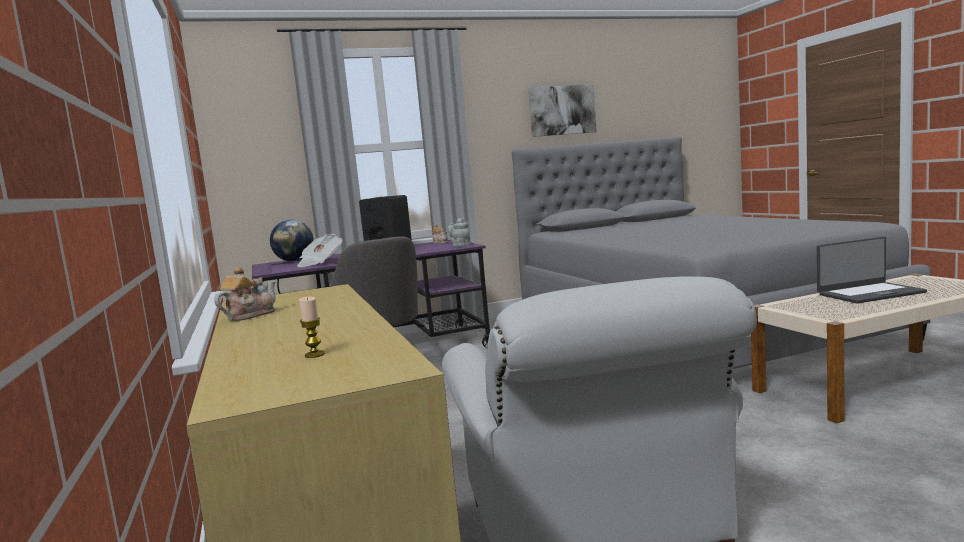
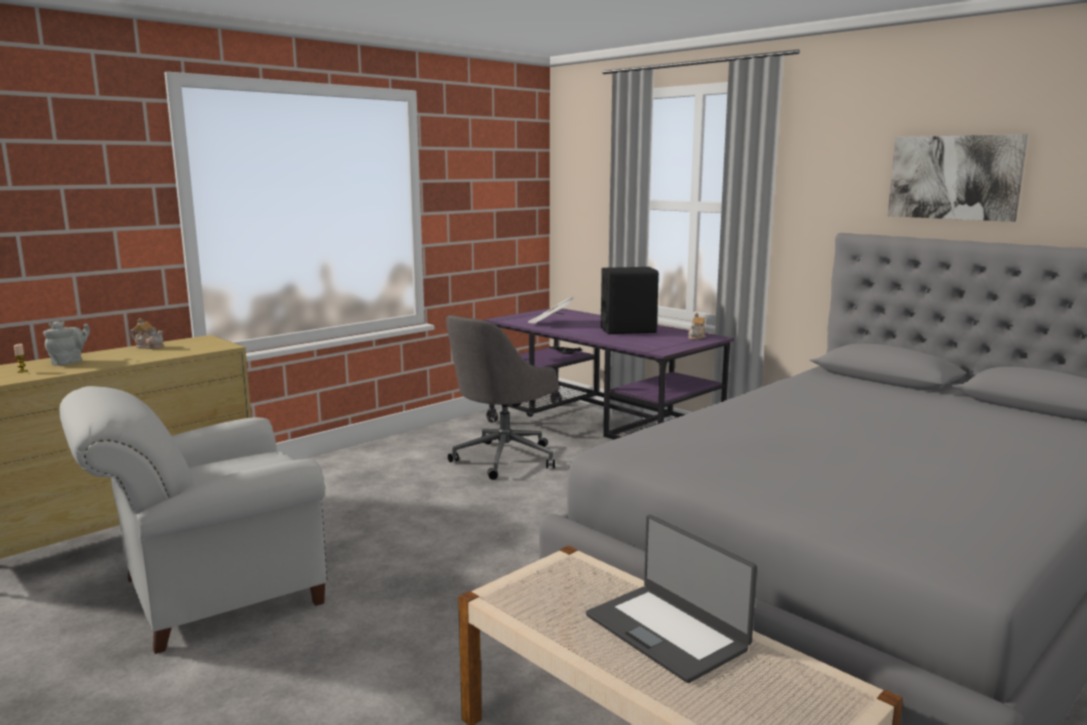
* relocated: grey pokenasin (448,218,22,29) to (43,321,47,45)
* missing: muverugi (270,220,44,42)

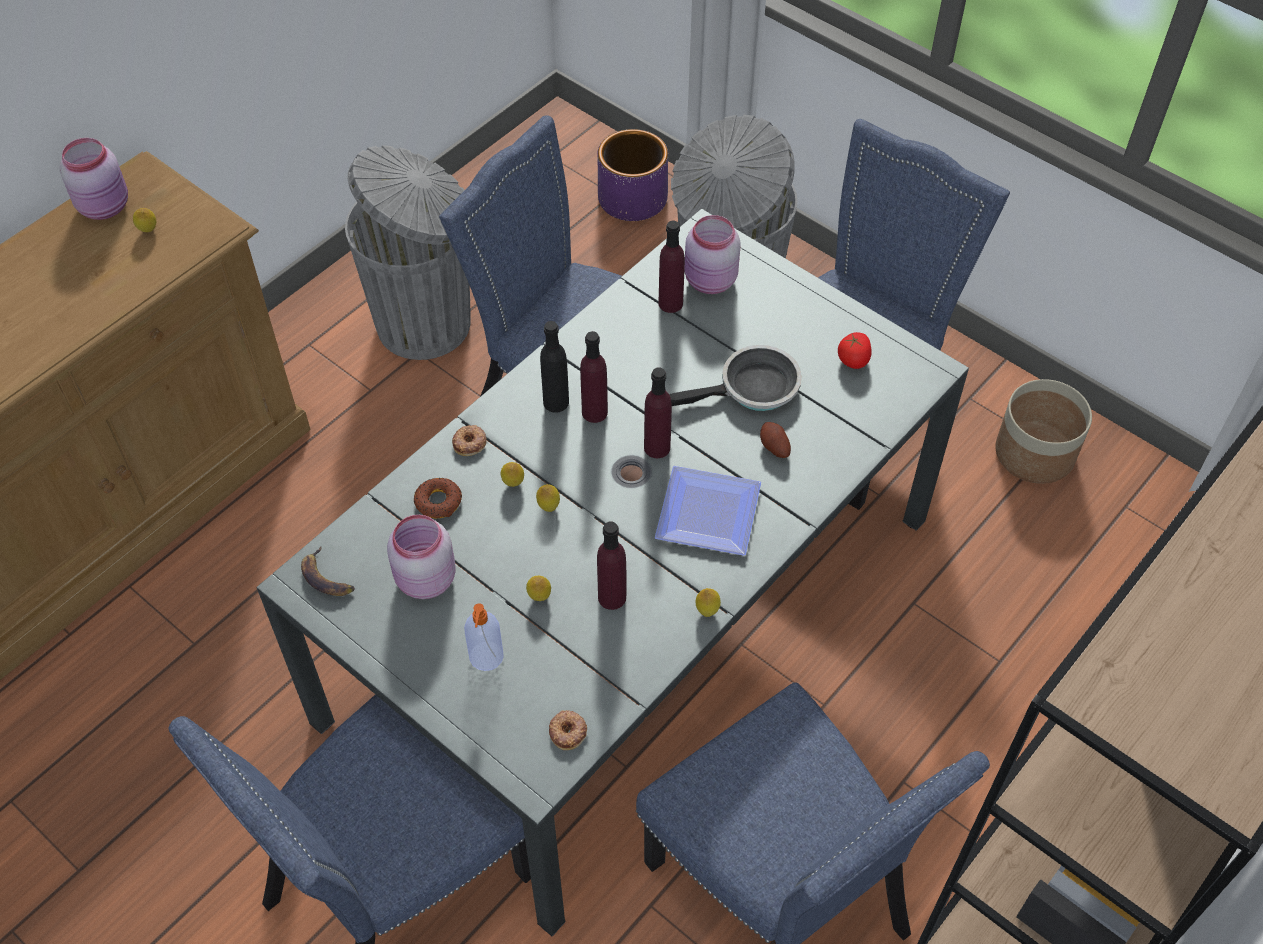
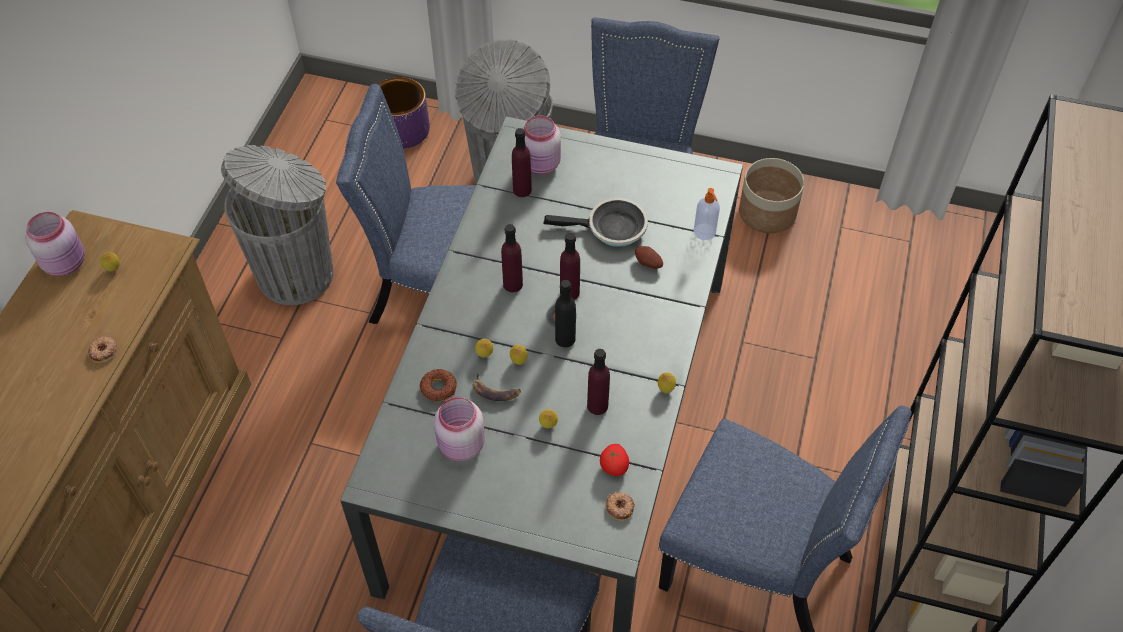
* relocated: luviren (452,425,35,31) to (88,336,30,27)
* relocated: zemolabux (301,547,54,49) to (473,372,48,29)
* spun: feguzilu (669,345,133,66) = (543,198,105,49) 45 degrees clockwise
* relocated: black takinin (540,321,29,92) to (555,280,21,67)
* relocated: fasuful (838,332,34,37) to (600,444,29,32)
* relocated: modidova (464,603,40,68) to (694,188,26,52)
* missing: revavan (655,466,106,90)

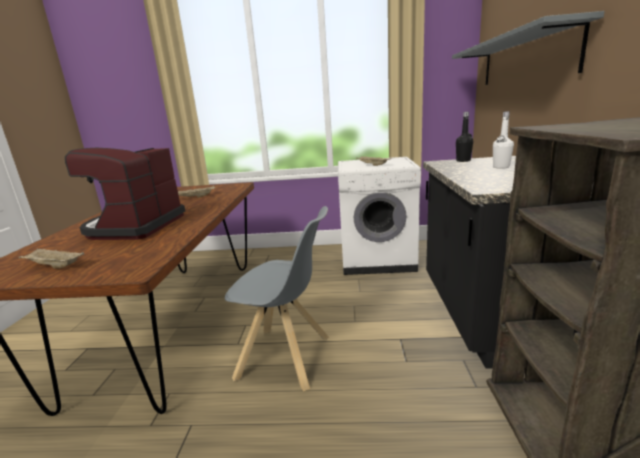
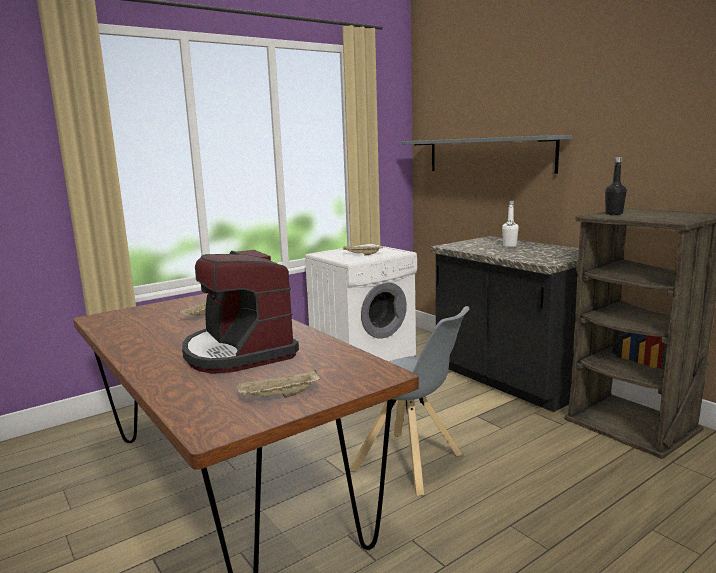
* spun: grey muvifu (225,206,104,186) = (350,306,119,190) 60 degrees clockwise
* relocated: black takinin (456,112,17,50) to (605,157,22,58)

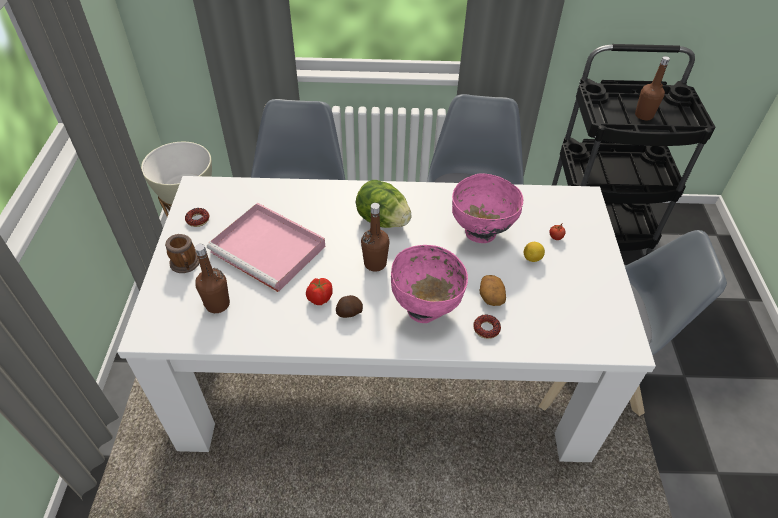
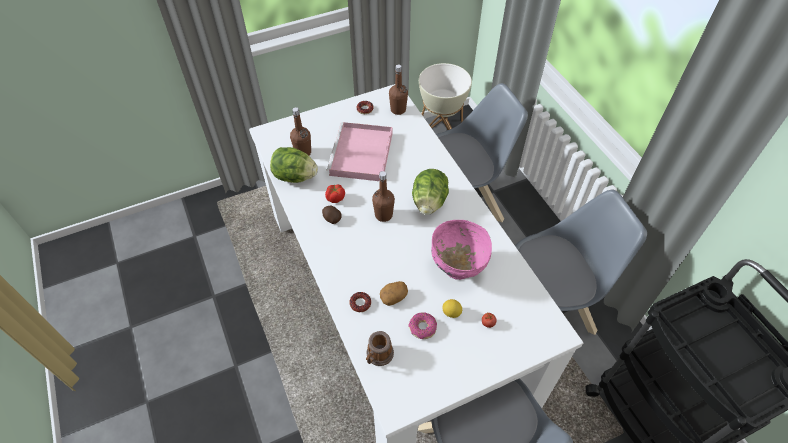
* appeared: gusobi (270,147,48,36)
* relocated: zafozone (165,234,35,39) to (366,331,28,35)
* relocated: brown takinin (635,56,35,64) to (389,64,19,51)
* appeared: luviren (408,312,29,27)
* missing: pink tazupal (391,245,77,78)

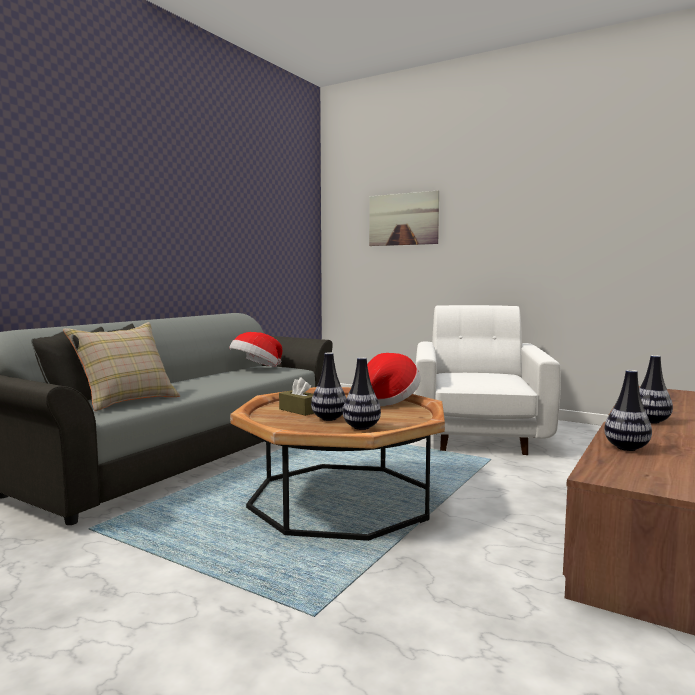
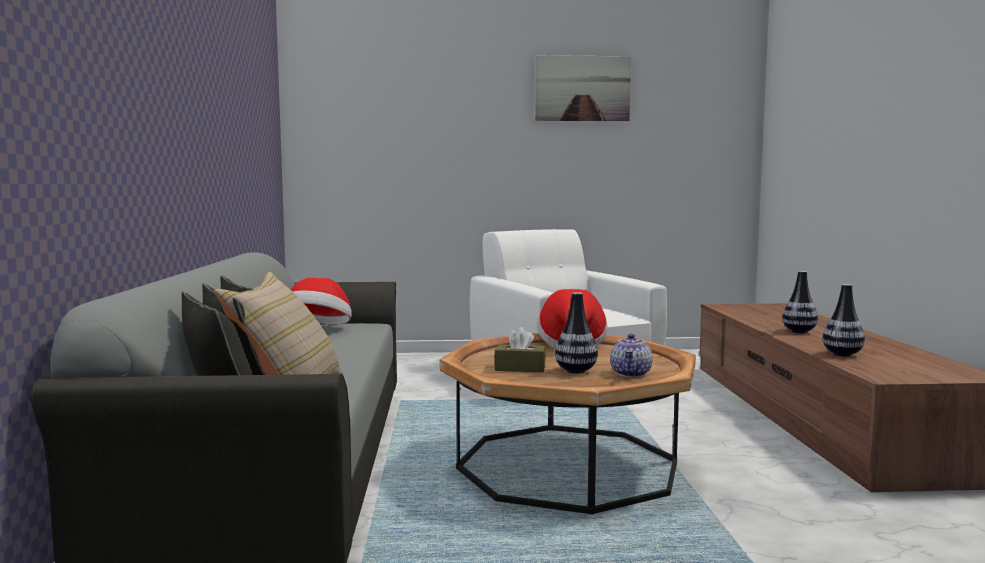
* relocated: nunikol (369,190,70,56) to (535,55,96,66)
* exchanged: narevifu (343,357,38,73) to pokenasin (610,334,43,43)

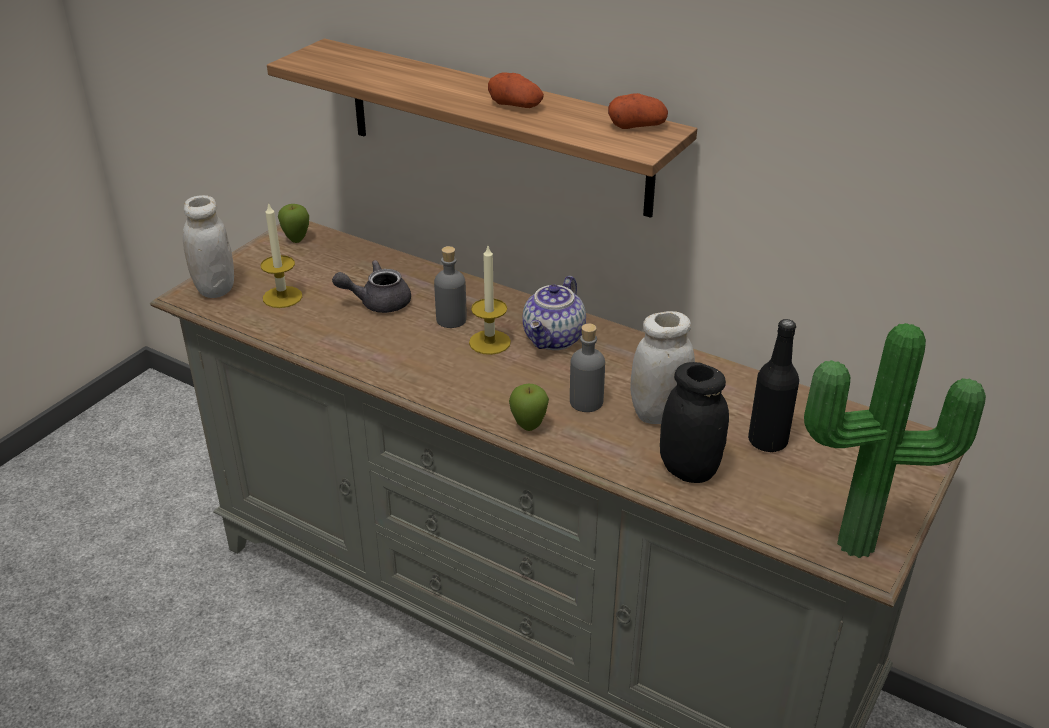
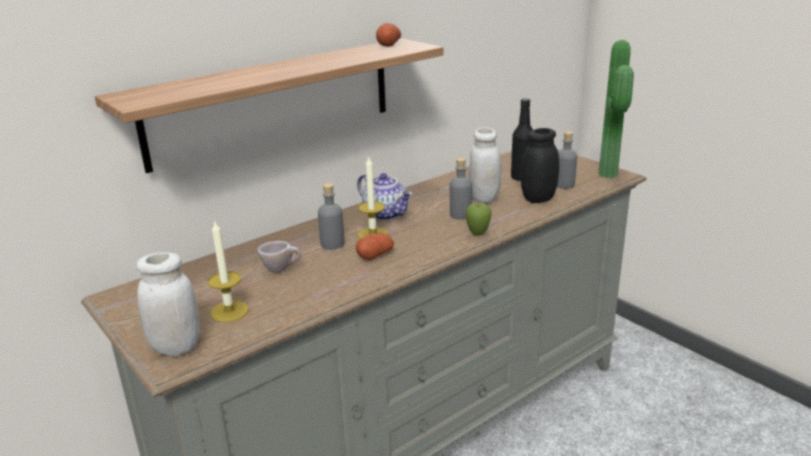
* exchanged: grey pokenasin (332,260,79,53) to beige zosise (257,241,44,31)
* relocated: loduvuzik (488,72,56,36) to (356,233,38,27)
* appeared: grey takinin (557,131,20,58)
* missing: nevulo (278,204,31,39)

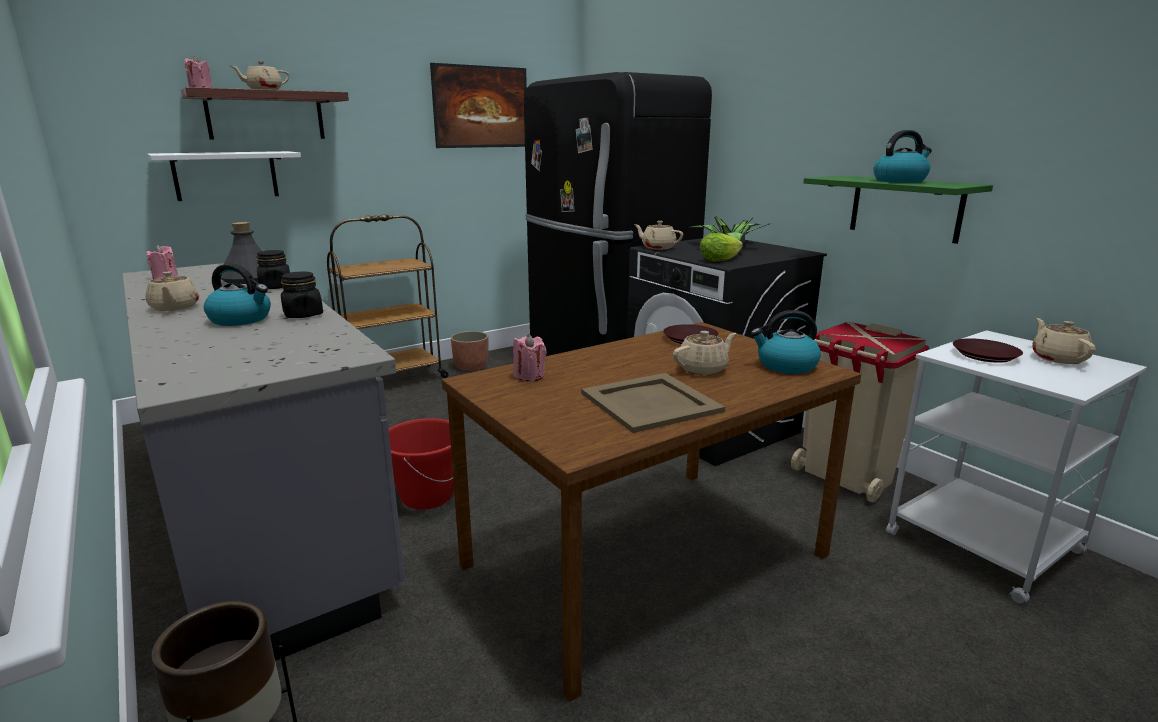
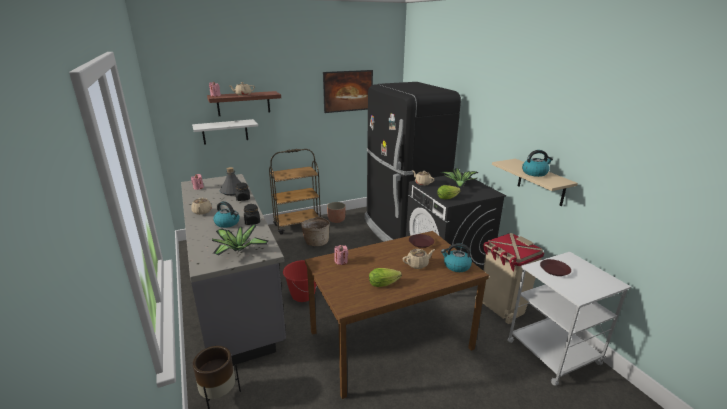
* appeared: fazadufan (212,224,56,32)
* appeared: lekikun (301,216,29,30)
* exchanged: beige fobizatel (581,373,144,60) to gusobi (369,268,33,19)
* colour: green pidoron (803,176,190,68) to beige pidoron (492,159,86,47)
* missing: beige pokenasin (1032,318,64,46)

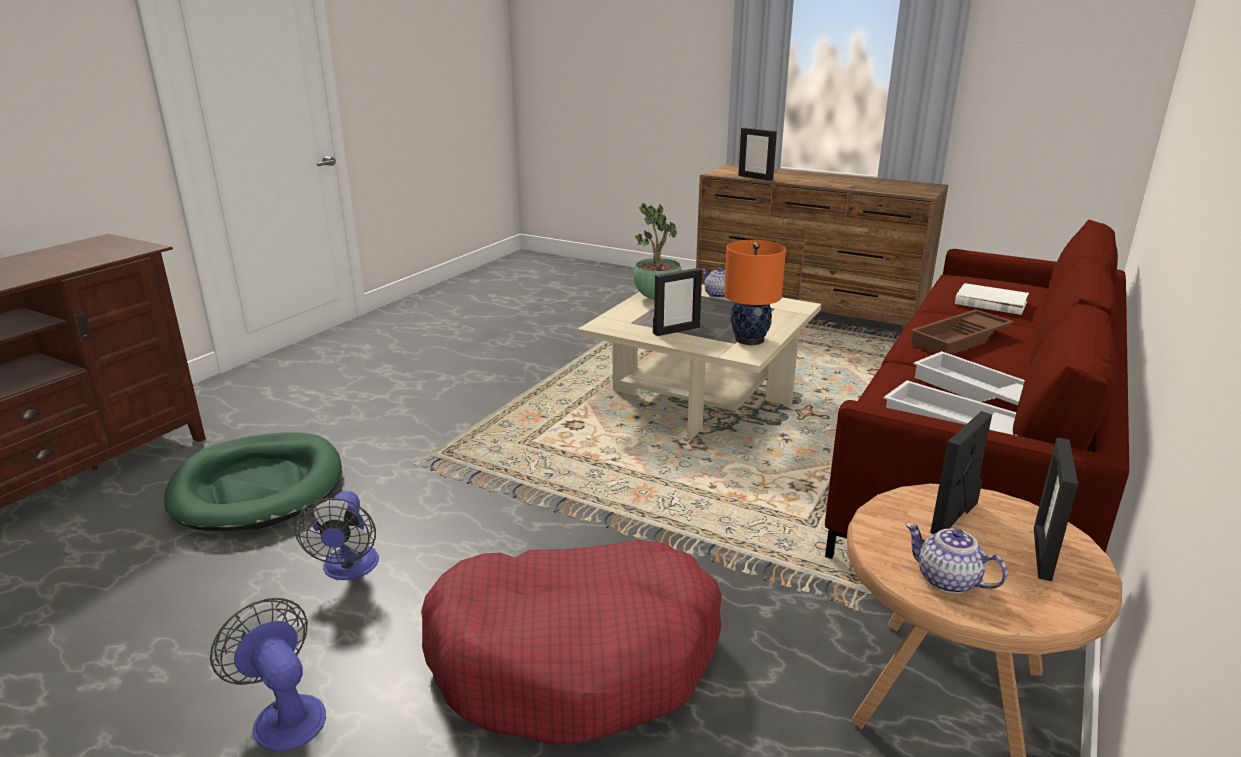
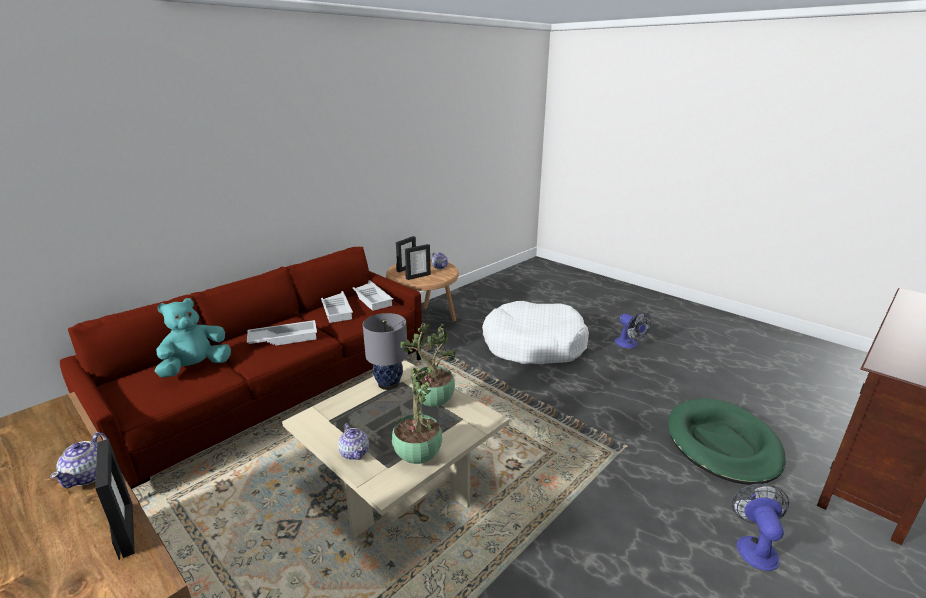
* appeared: pokenasin (50,432,58,56)
* exchanged: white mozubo (955,283,74,32) to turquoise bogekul (154,298,77,80)
* colour: brown fobizatel (910,309,104,45) to white fobizatel (247,320,70,26)
* colour: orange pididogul (724,240,62,105) to grey pididogul (363,313,45,77)
* exchanged: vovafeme (653,268,49,68) to fazadufan (400,323,56,84)
* colour: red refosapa (421,540,301,205) to white refosapa (482,301,107,63)
* relocated: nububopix (295,491,84,89) to (732,484,57,87)

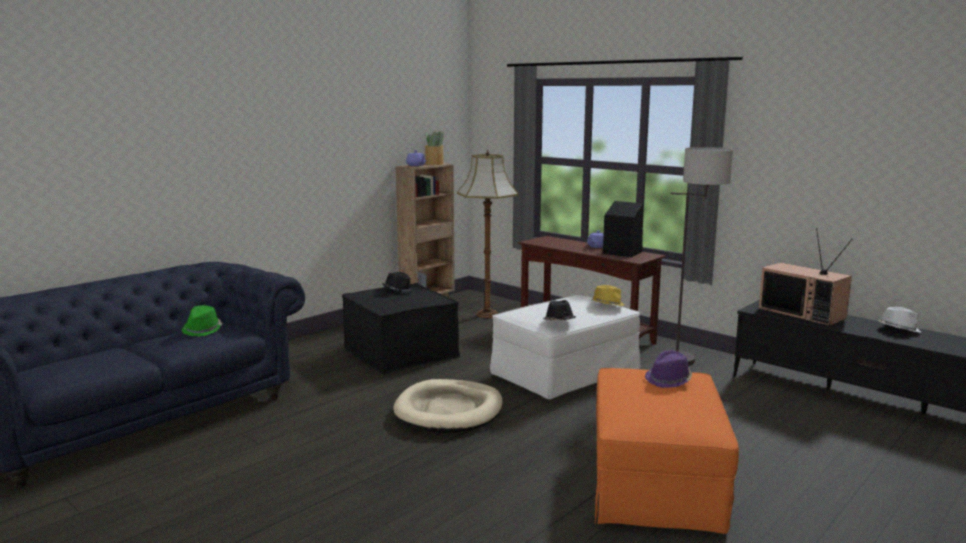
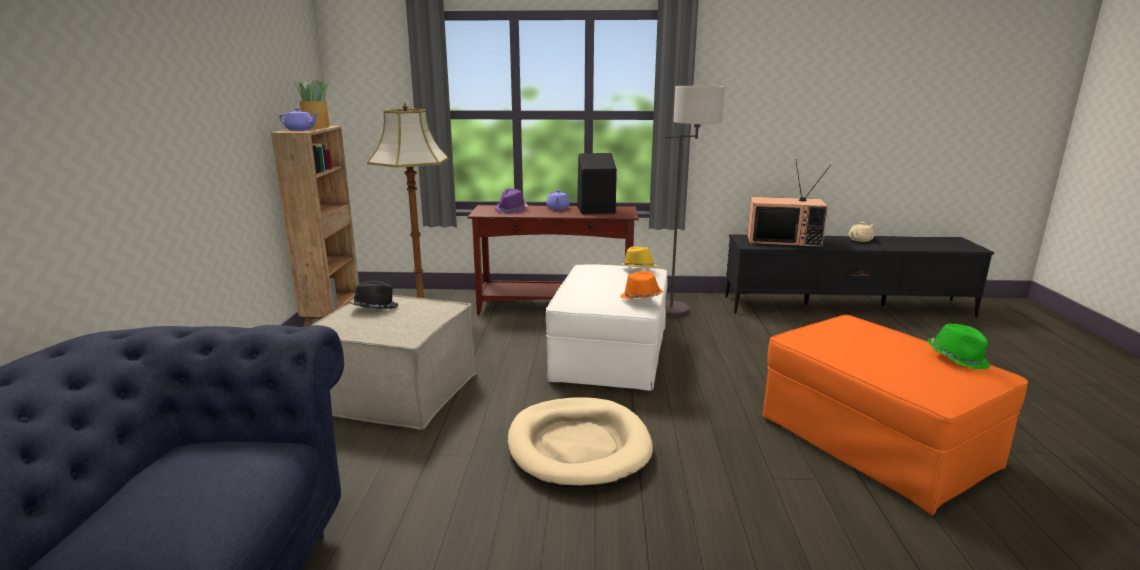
* colour: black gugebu (342,283,118,92) to beige gugebu (311,295,166,135)
* relocated: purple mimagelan (645,350,47,38) to (495,189,33,25)
* colour: black mimagelan (543,300,33,21) to orange mimagelan (621,271,42,28)
* exchanged: white mimagelan (879,307,42,25) to beige pokenasin (848,222,26,20)
* relocated: green mimagelan (182,305,41,32) to (928,324,62,45)

